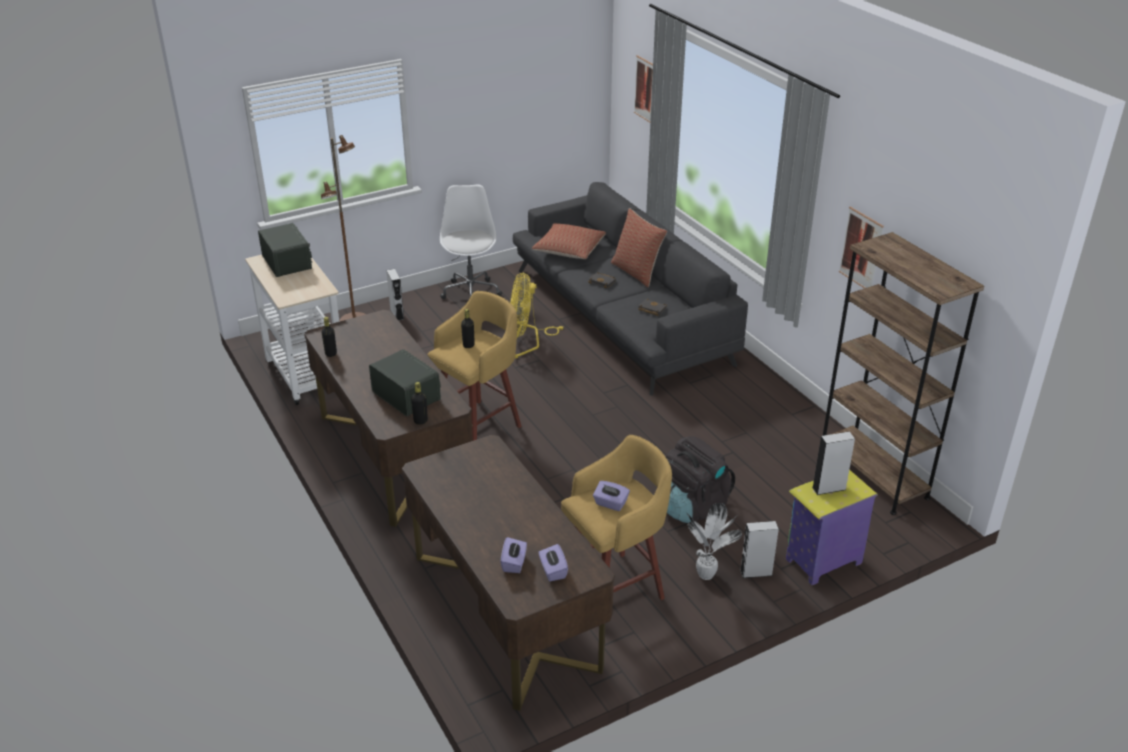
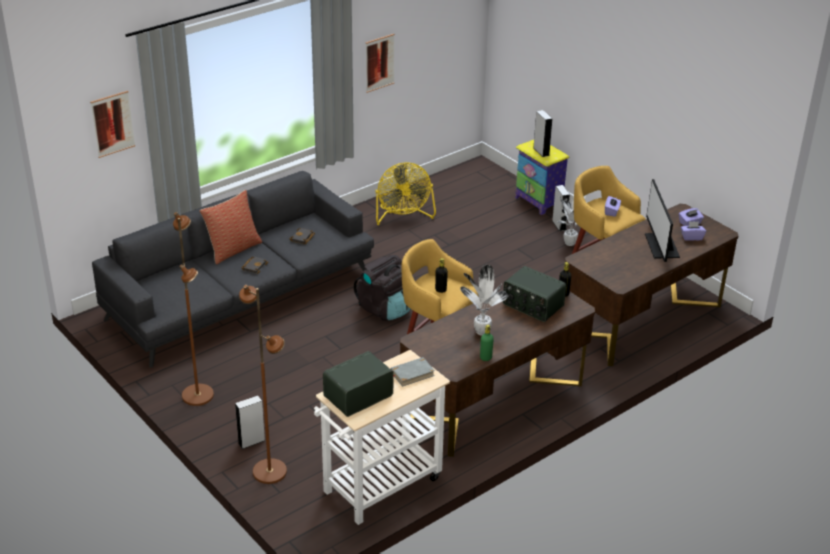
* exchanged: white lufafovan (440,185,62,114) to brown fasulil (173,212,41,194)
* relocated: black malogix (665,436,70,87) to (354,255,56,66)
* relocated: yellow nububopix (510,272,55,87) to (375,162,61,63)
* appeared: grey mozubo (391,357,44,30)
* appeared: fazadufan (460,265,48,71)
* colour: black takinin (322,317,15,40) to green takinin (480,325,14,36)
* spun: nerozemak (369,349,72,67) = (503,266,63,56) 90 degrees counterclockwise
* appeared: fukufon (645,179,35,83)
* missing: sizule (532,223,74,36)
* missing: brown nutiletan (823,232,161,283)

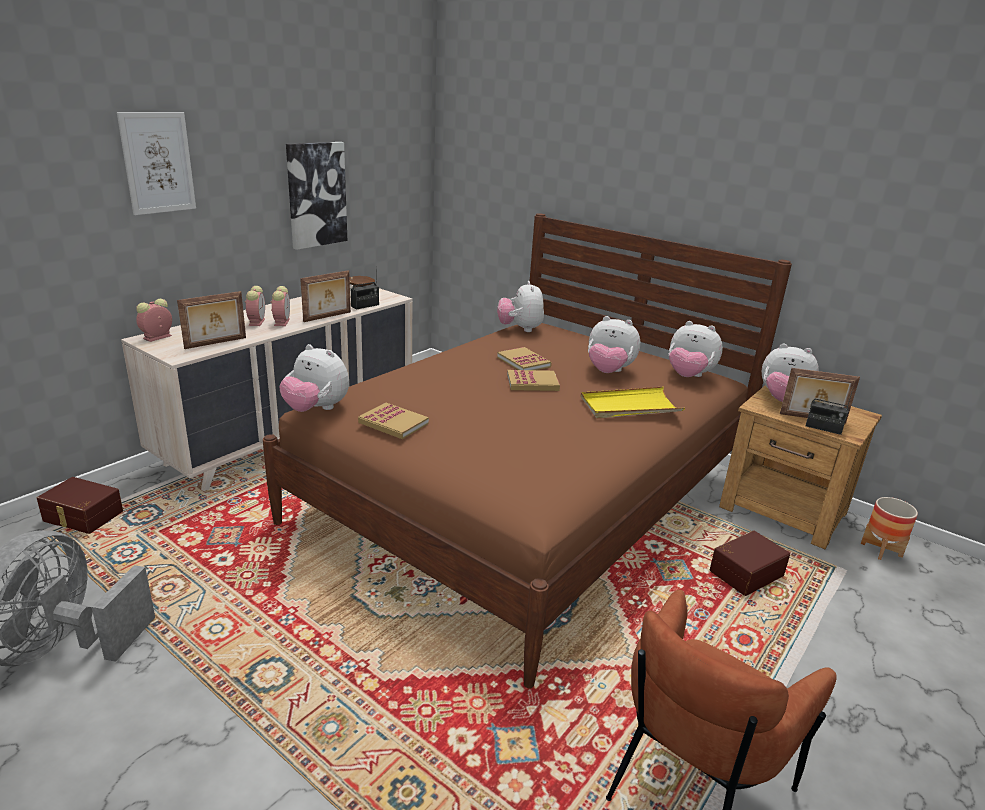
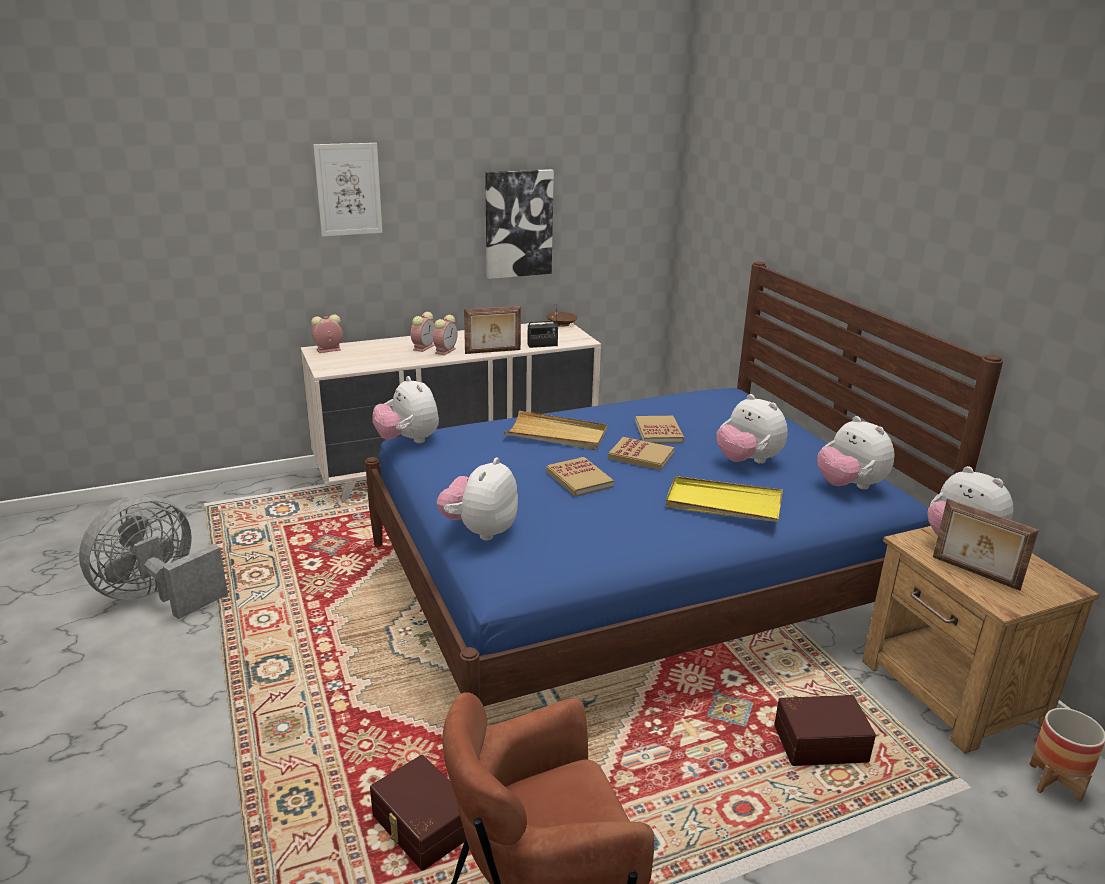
* colour: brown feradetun (263,213,529,476) to blue feradetun (365,262,638,444)
* relocated: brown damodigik (37,477,86,57) to (370,755,96,116)
* relocated: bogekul (497,281,47,51) to (437,457,81,84)
* appeared: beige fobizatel (504,411,103,39)
* relocated: mozubo (358,403,71,36) to (546,457,68,40)
* missing: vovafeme (177,291,69,58)
* missing: nerozemak (806,387,48,48)

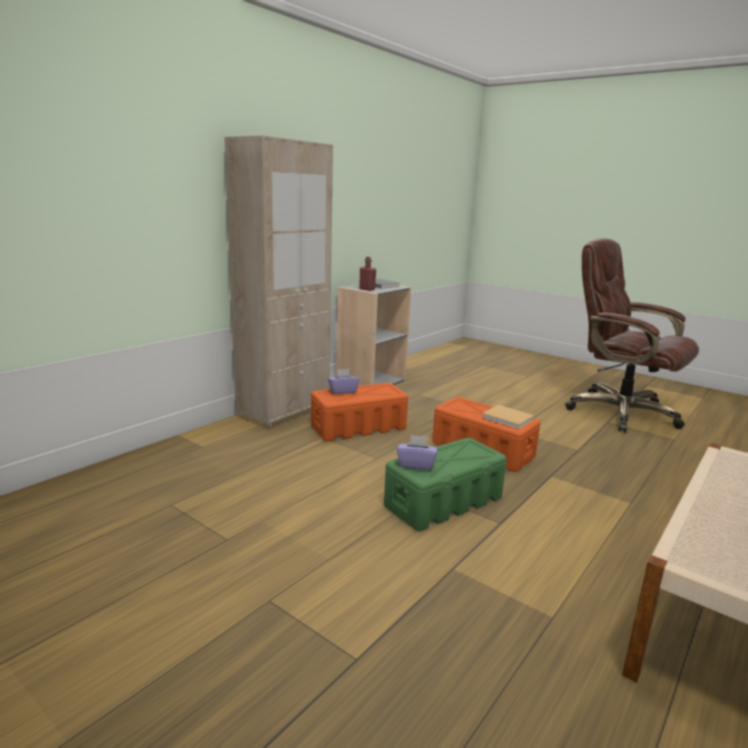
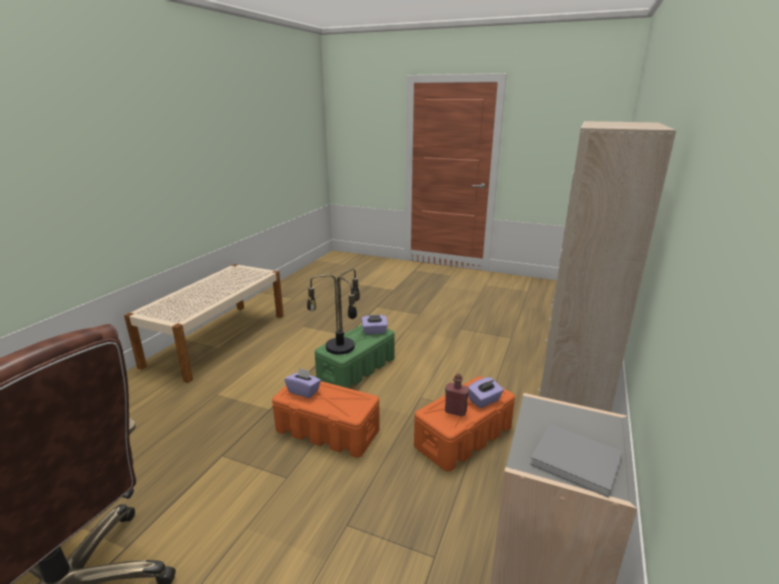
* exchanged: beige mozubo (482,405,52,24) to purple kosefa (285,368,36,30)
* appeared: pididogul (307,269,53,86)
* relocated: red takinin (359,257,17,34) to (445,373,24,44)

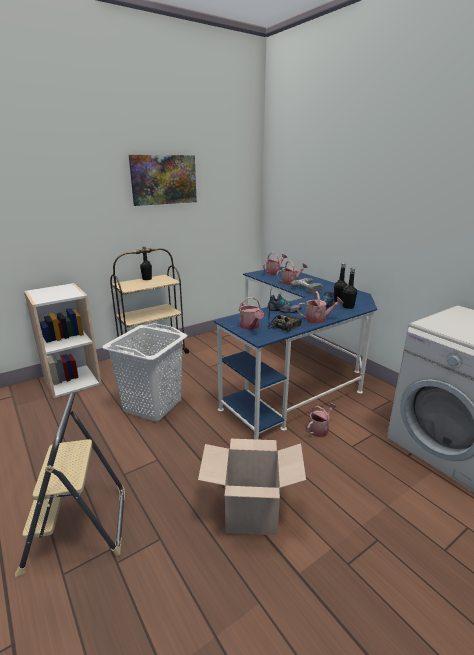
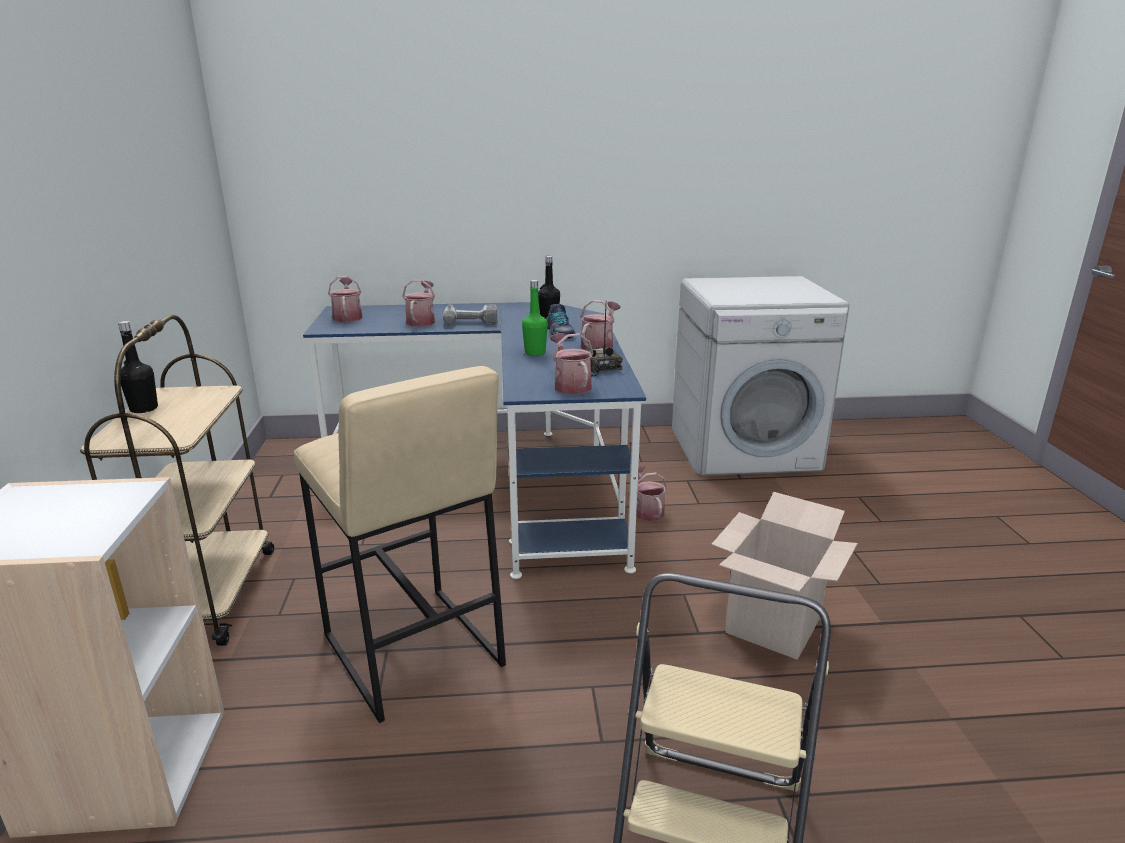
* exchanged: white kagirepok (102,323,85,98) to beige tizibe (294,366,212,357)
* exchanged: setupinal (267,294,35,19) to green takinin (522,280,26,76)
* spun: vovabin (239,297,25,33) = (550,333,44,61) 120 degrees counterclockwise
* missing: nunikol (129,155,68,51)
* missing: black takinin (343,268,14,41)

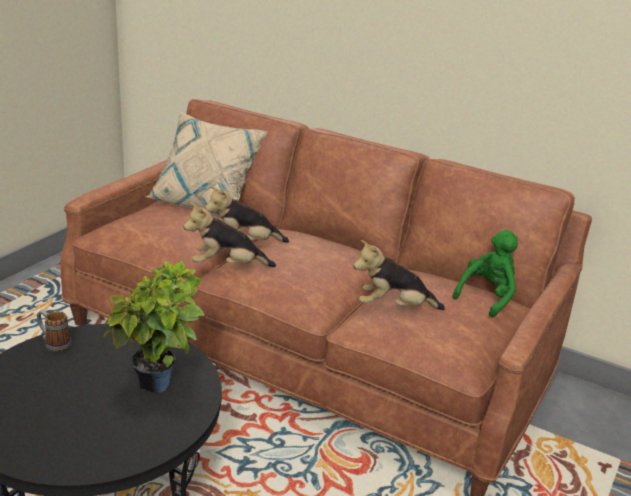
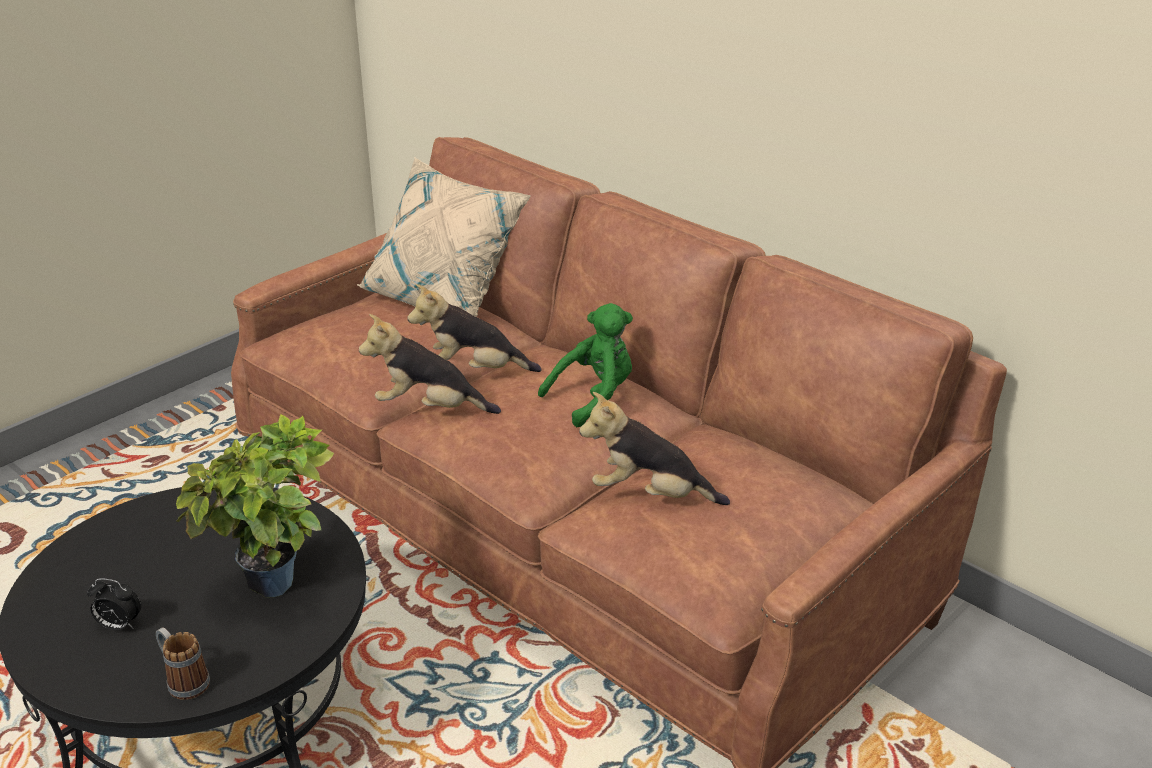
* appeared: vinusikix (87,578,54,52)
* relocated: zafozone (37,310,35,43) to (156,627,54,73)
* relocated: green bogekul (452,230,66,87) to (538,303,95,124)

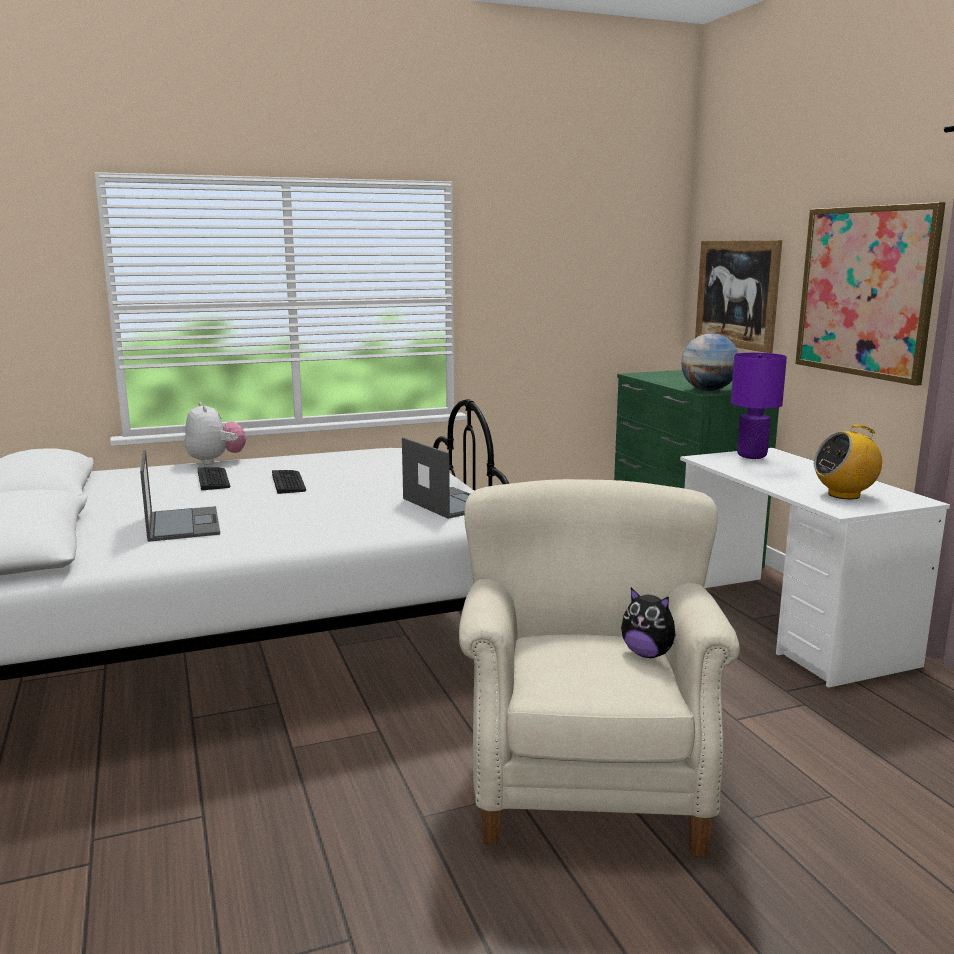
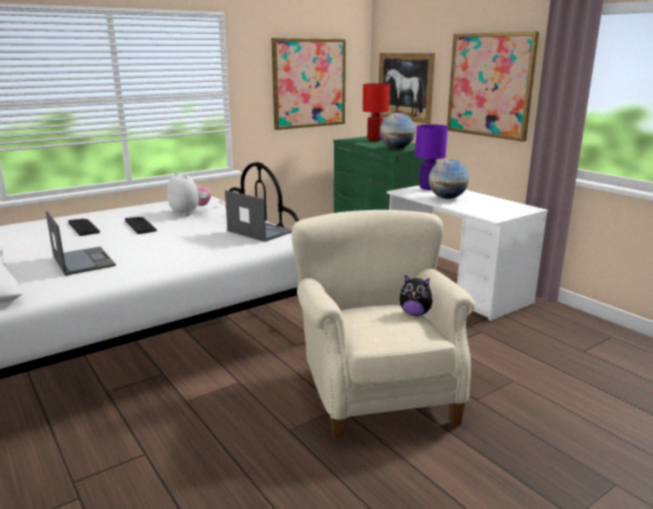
* relocated: bogekul (185,402,61,63) to (167,172,44,44)
* appeared: nunikol (272,38,74,92)
* appeared: red pididogul (363,83,27,58)
* appeared: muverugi (428,159,41,40)
* missing: nerozemak (814,424,68,75)

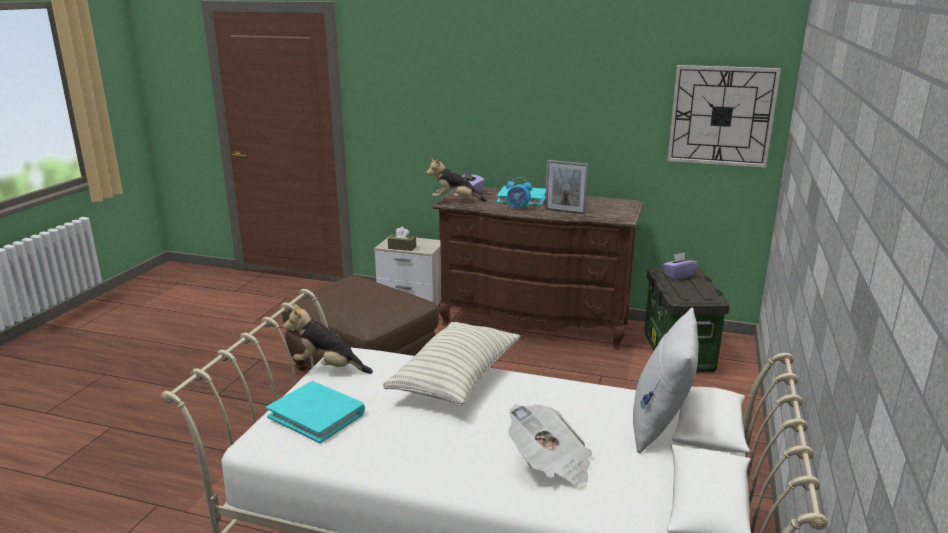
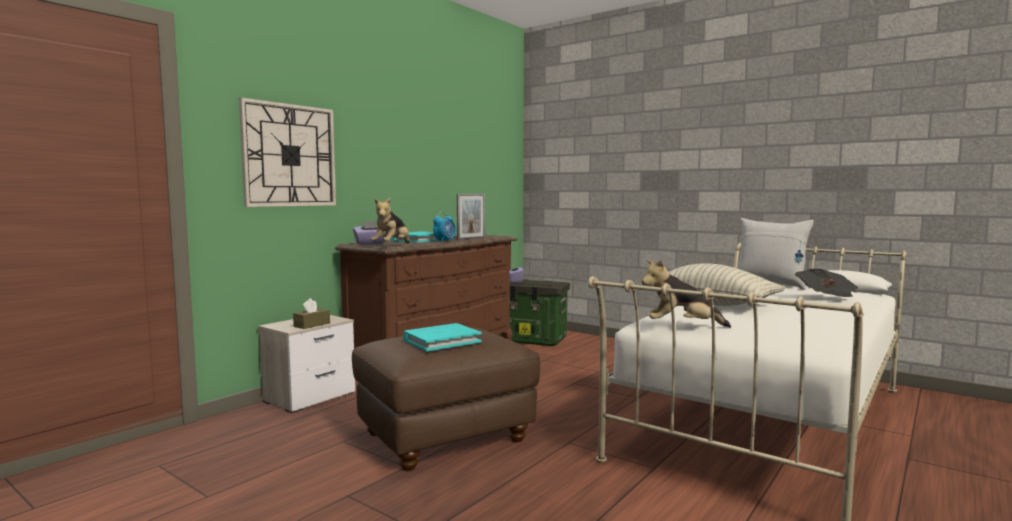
* relocated: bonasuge (667,65,114,103) to (239,98,97,109)
* relocated: turquoise mozubo (266,381,99,62) to (403,323,79,28)
* spun: bogekul (283,303,90,71) = (642,260,89,67) 60 degrees clockwise

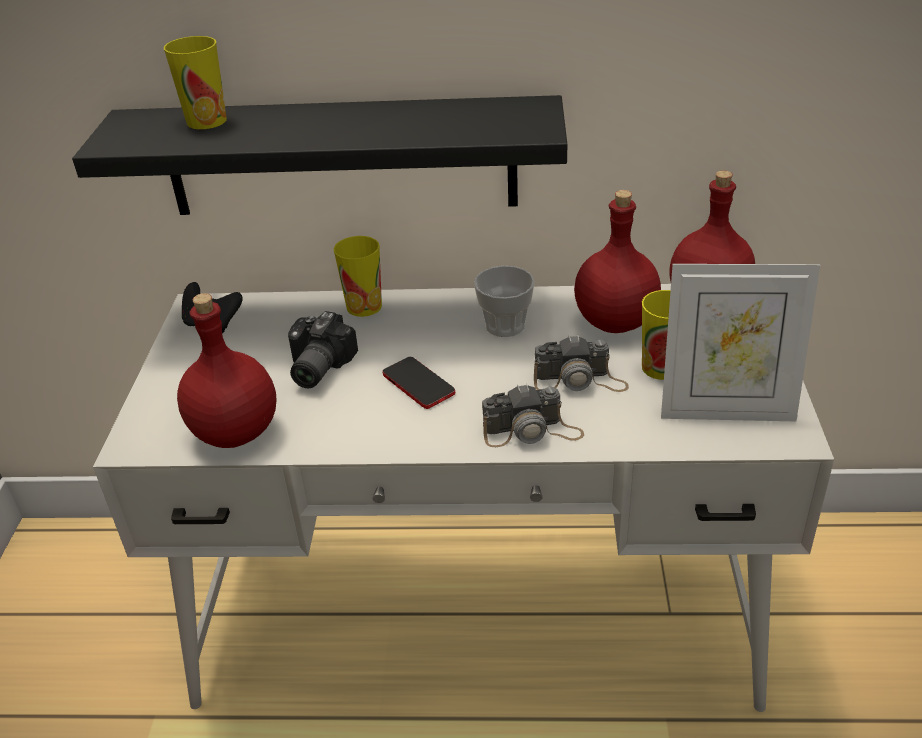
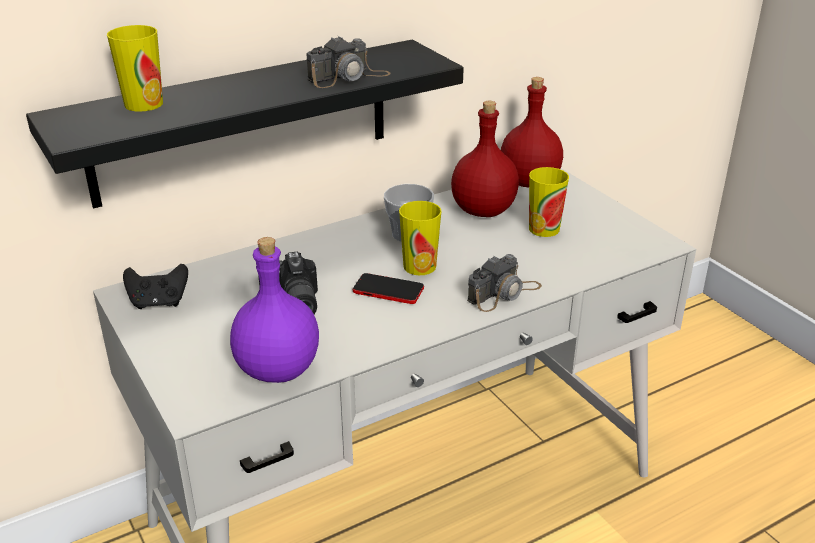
* colour: red takinin (177,293,100,155) to purple takinin (230,237,89,146)
* relocated: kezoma (534,335,95,57) to (306,36,85,52)
* relocated: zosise (333,236,49,81) to (399,201,43,74)
* missing: vovafeme (661,264,159,157)

